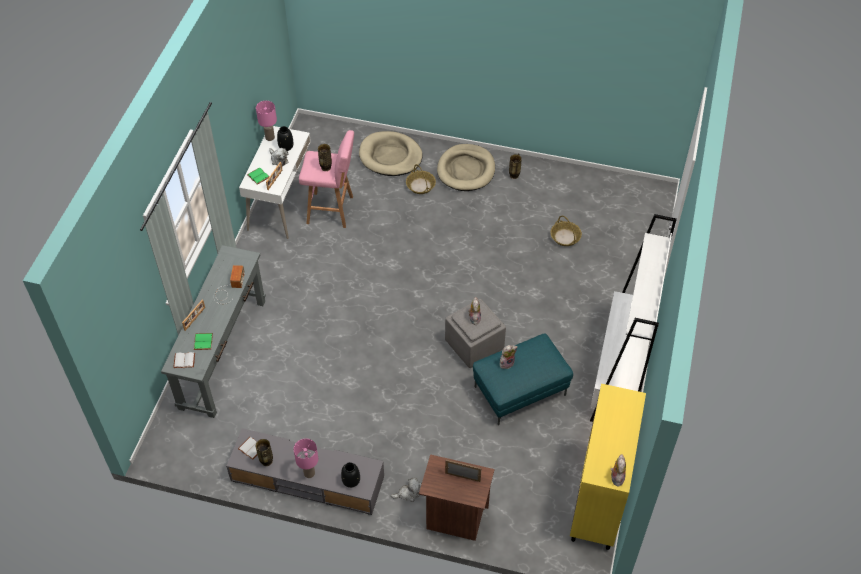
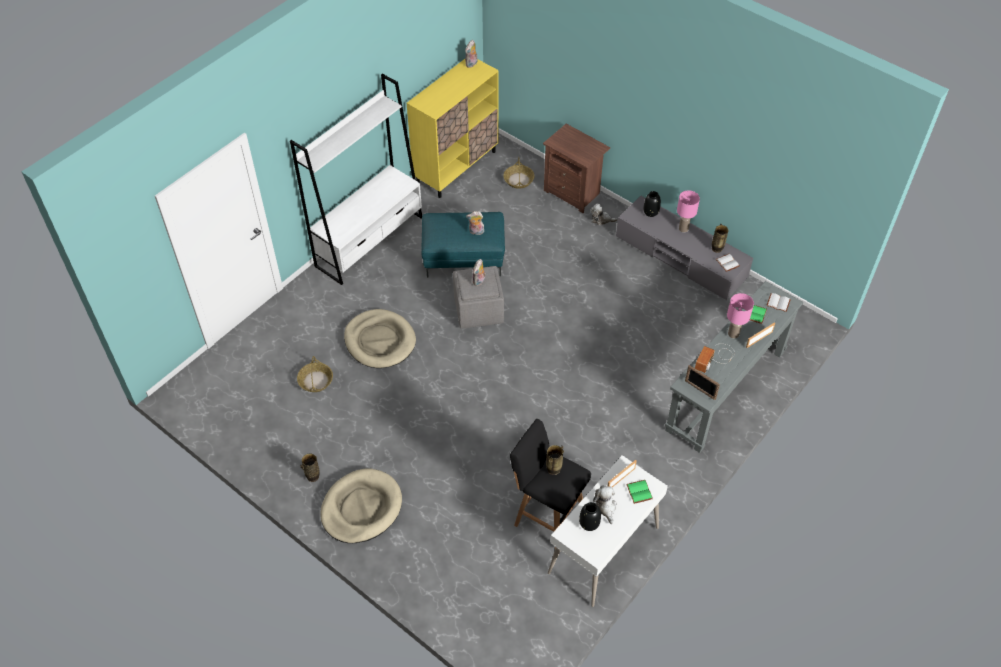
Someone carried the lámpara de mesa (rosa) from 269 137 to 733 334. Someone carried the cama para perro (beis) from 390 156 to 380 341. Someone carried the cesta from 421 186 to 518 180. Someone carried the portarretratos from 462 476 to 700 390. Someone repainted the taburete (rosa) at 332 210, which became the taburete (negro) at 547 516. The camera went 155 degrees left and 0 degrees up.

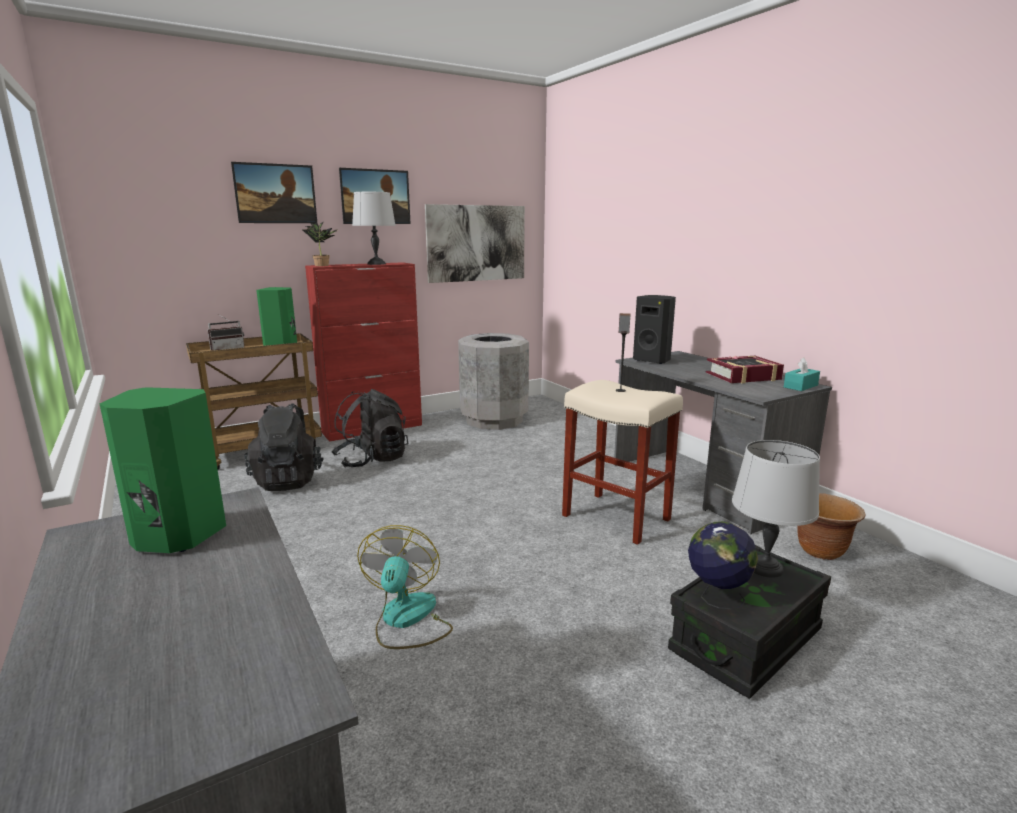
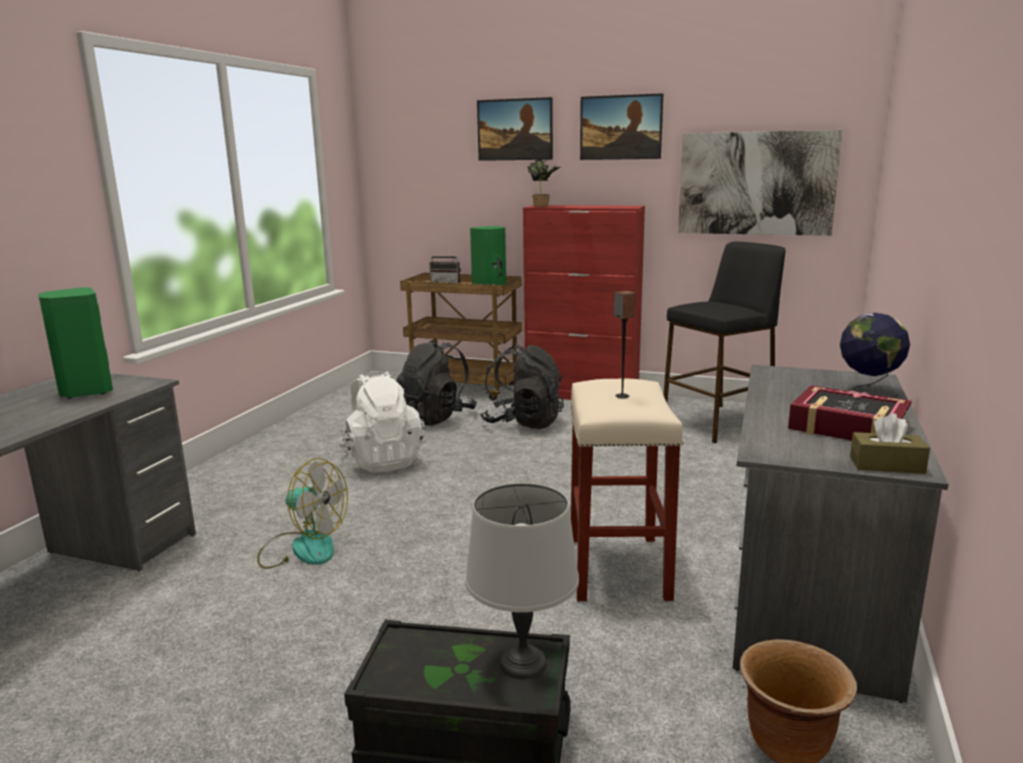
Someone took away the lámpara de mesa (gris) at 376 264. Someone took away the altavoz (negro) at 653 360. Someone put down the mochila (blanco) at 383 461. Someone carried the globo terráqueo from 716 598 to 868 391. Someone swapped the papelera (gris) at 494 420 for the taburete (negro) at 718 423. Someone repainted the caja de pañuelos (turquesa) at 800 386, which became the caja de pañuelos (marrón) at 886 465. Someone rotated the ventilador at 406 620 by 60 degrees clockwise. The camera went 50 degrees right and 0 degrees up.

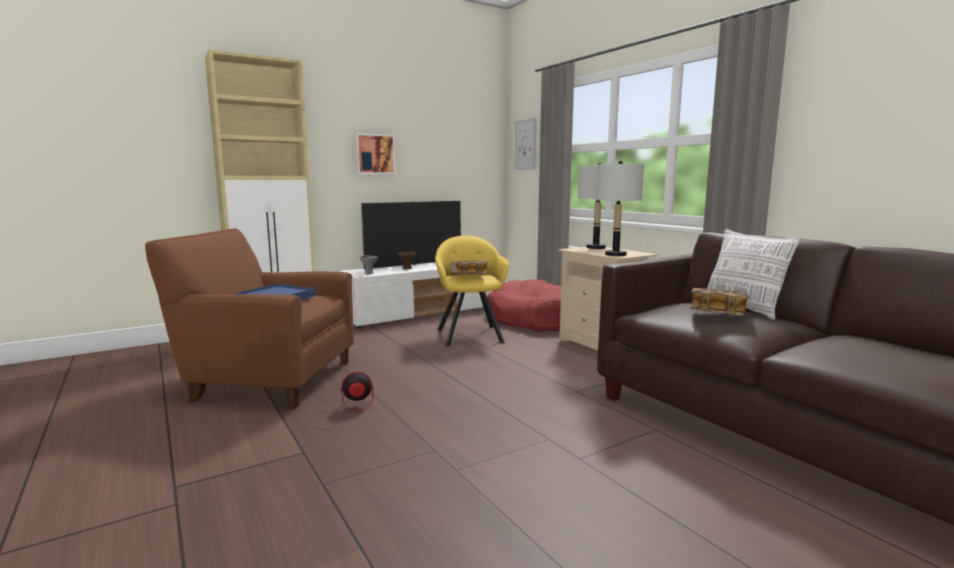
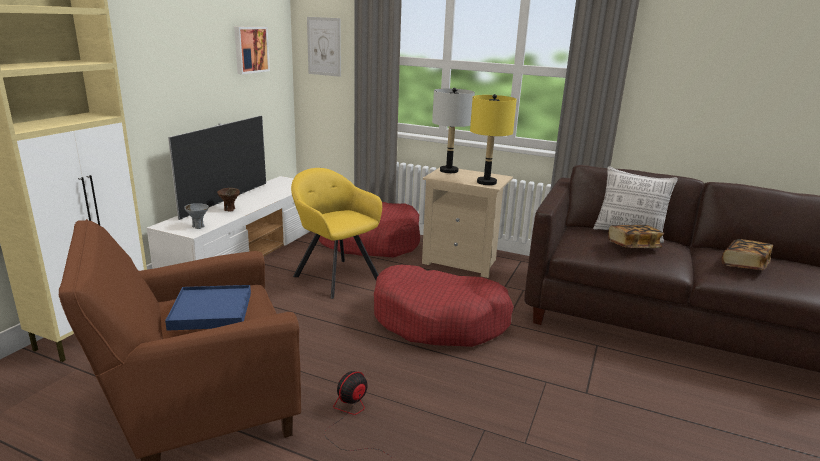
Someone put down the cama para perro (rojo) at 439 320. Someone carried the cuadro from 374 154 to 250 49. Someone carried the libro from 468 276 to 744 265. Someone repainted the lámpara de mesa (gris) at 615 254, which became the lámpara de mesa (amarillo) at 486 182. The camera went 35 degrees left and 10 degrees up.

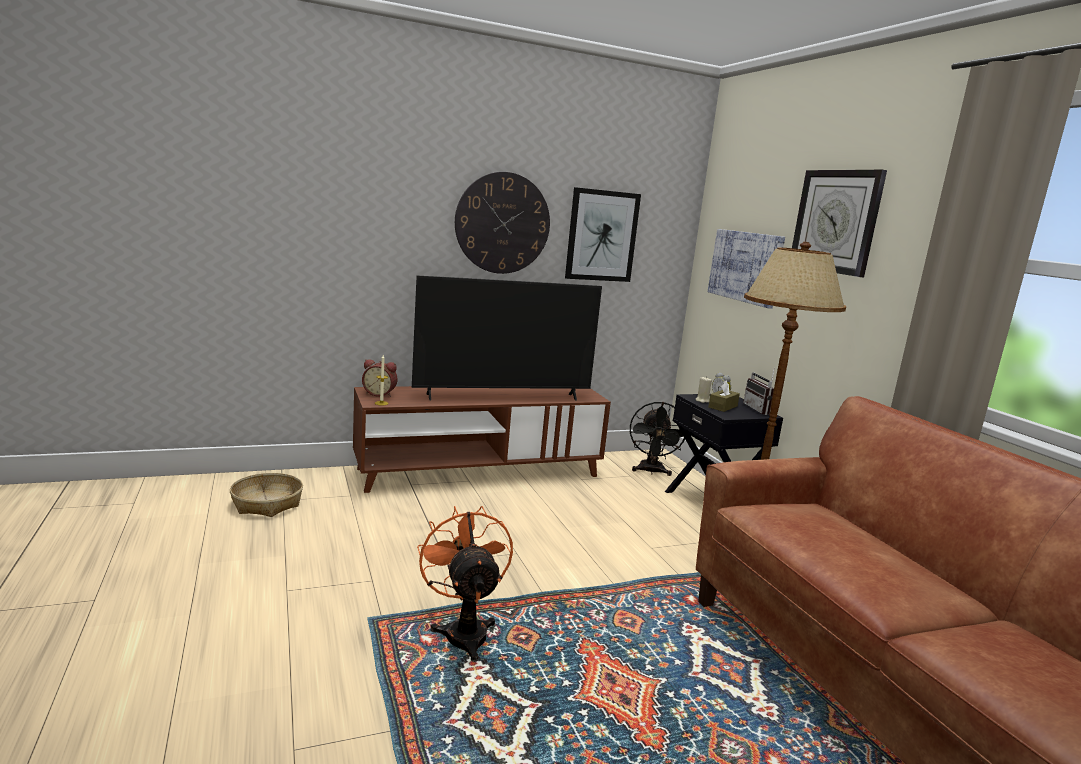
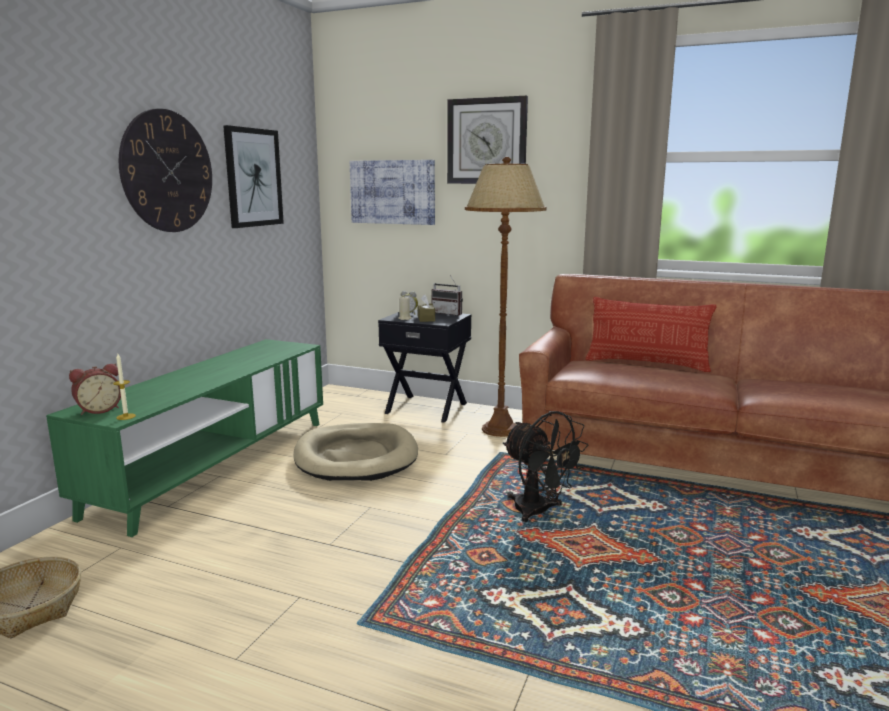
Someone took away the televisor at 503 397. Someone took away the ventilador (naranja) at 464 631. Someone put down the cama para perro (beis) at 356 457. Someone put down the cojín at 646 364. Someone carried the ventilador (negro) from 651 471 to 539 512. Someone repainted the mueble de televisión (marrón) at 479 472, which became the mueble de televisión (verde) at 216 465. The camera went 45 degrees left and 0 degrees up.

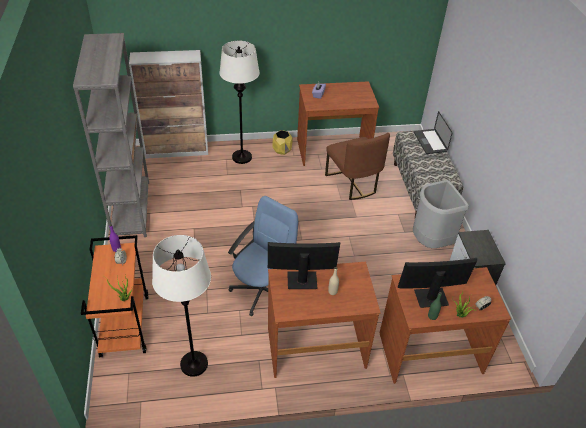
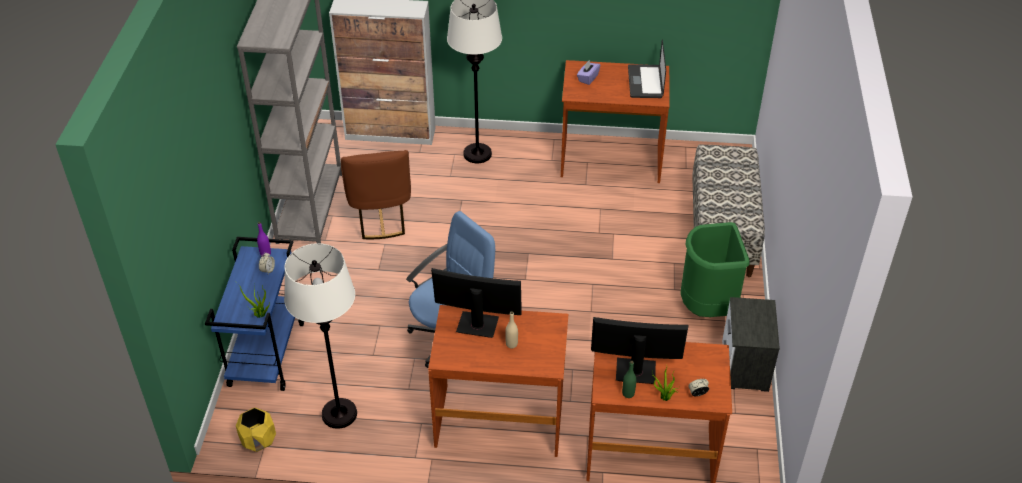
Someone carried the maceta (amarillo) from 282 150 to 259 440. Someone carried the silla (marrón) from 353 183 to 380 216. Someone carried the portátil from 430 142 to 645 82. Someone repainted the carrito (naranja) at 124 325, which became the carrito (azul) at 266 353. Someone repainted the papelera (gris) at 430 241, which became the papelera (verde) at 706 308. The camera went 15 degrees right and 0 degrees up.

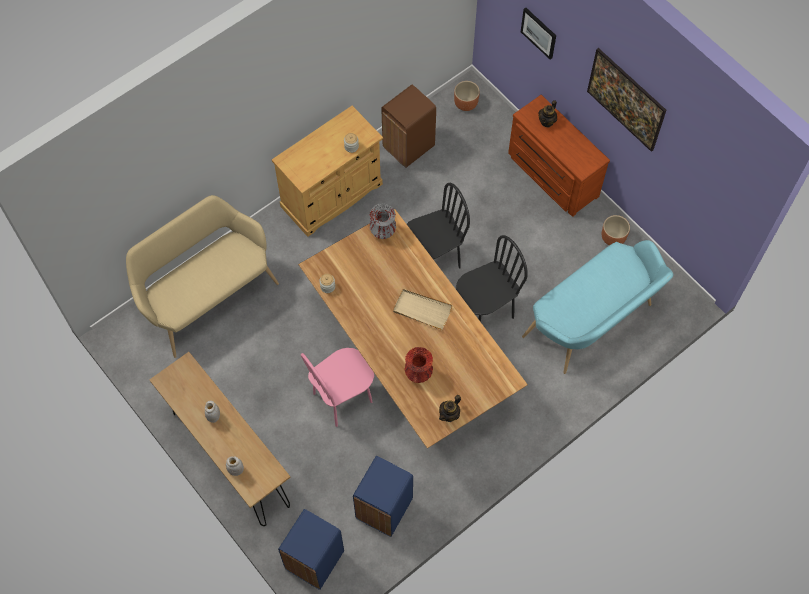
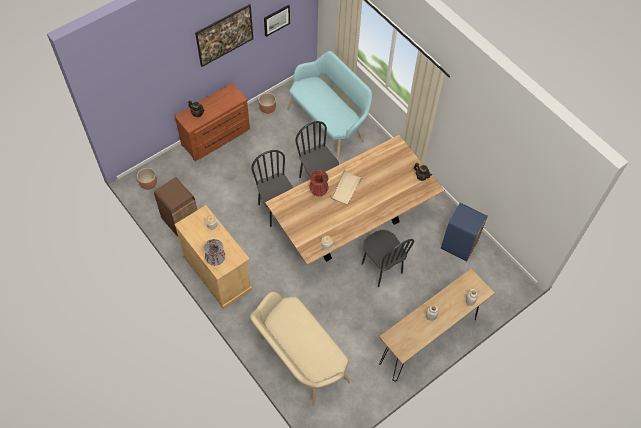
Someone took away the papelera (azul) at 314 560. Someone carried the florero (gris) from 383 231 to 216 259. Someone carried the florero (rojo) from 418 373 to 318 191. Someone carried the cuadro from 539 32 to 276 20. Someone repainted the silla (rosa) at 343 398, which became the silla (negro) at 381 268. The camera went 90 degrees left and 5 degrees down.

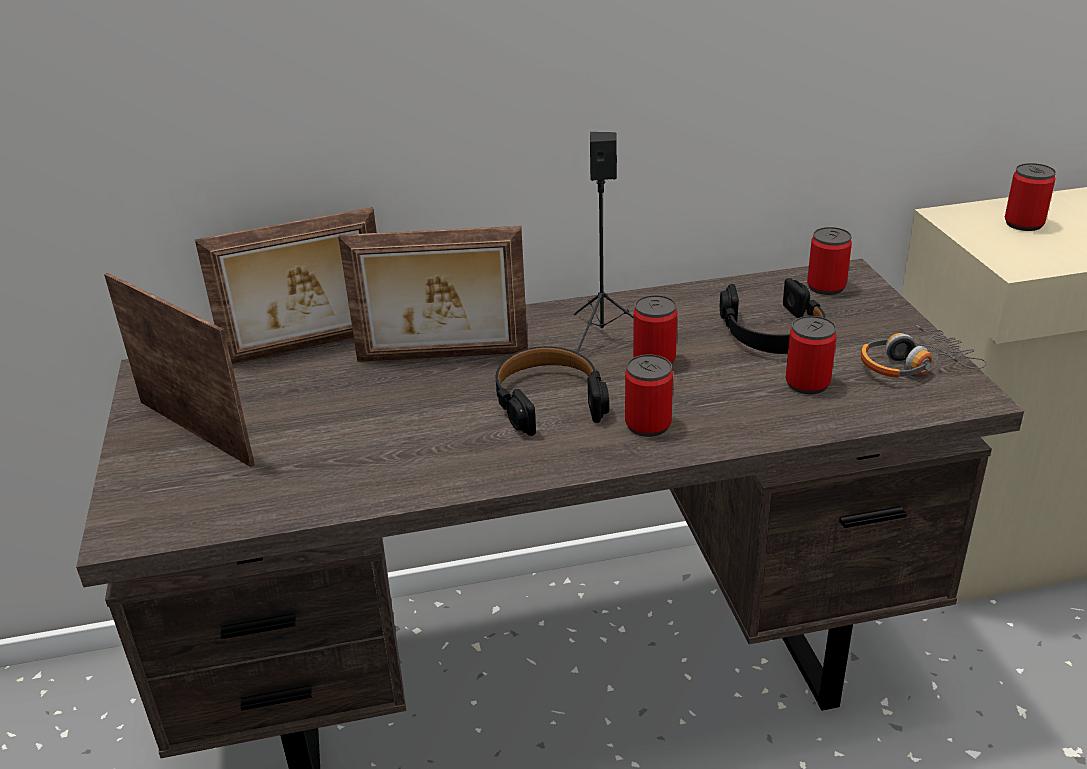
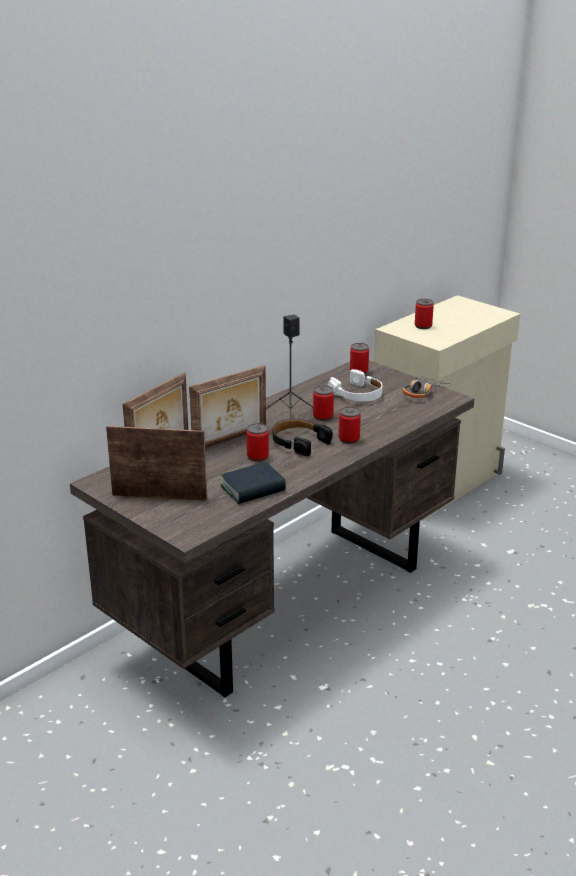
Someone put down the libro at 253 489. Someone carried the lata from 807 383 to 257 457. Someone repainted the auriculares (negro) at 773 332, which became the auriculares (blanco) at 357 394. The camera went 35 degrees left and 5 degrees down.

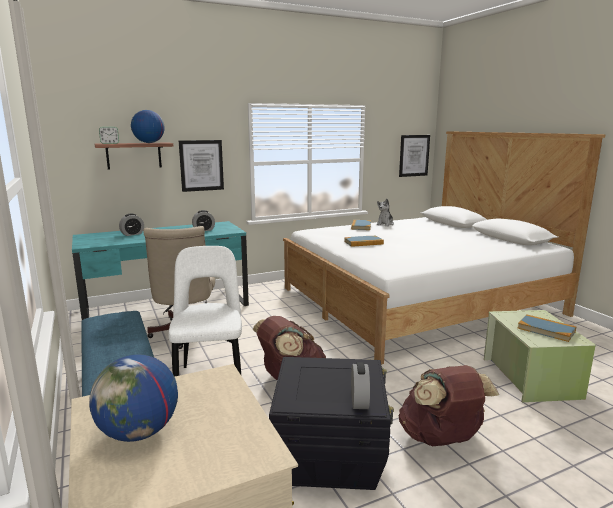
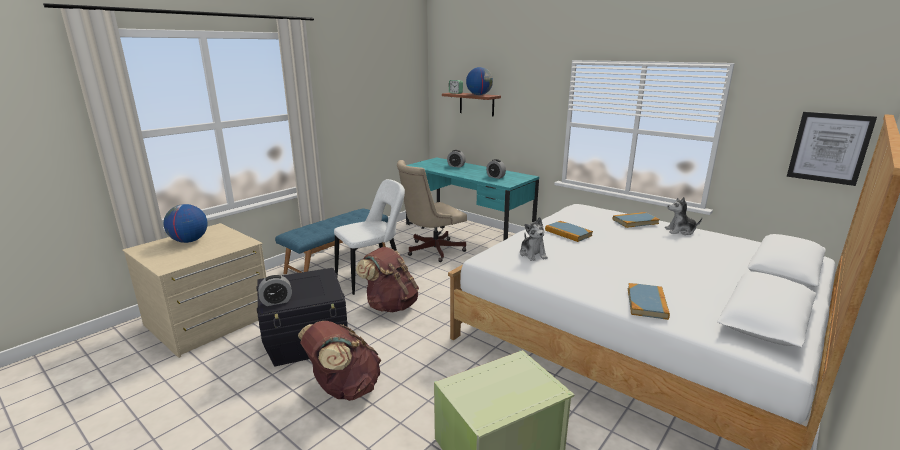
Someone took away the cuadro at 201 165. Someone put down the peluche at 533 254. Someone carried the libro from 546 330 to 647 303. The camera went 65 degrees right and 5 degrees up.

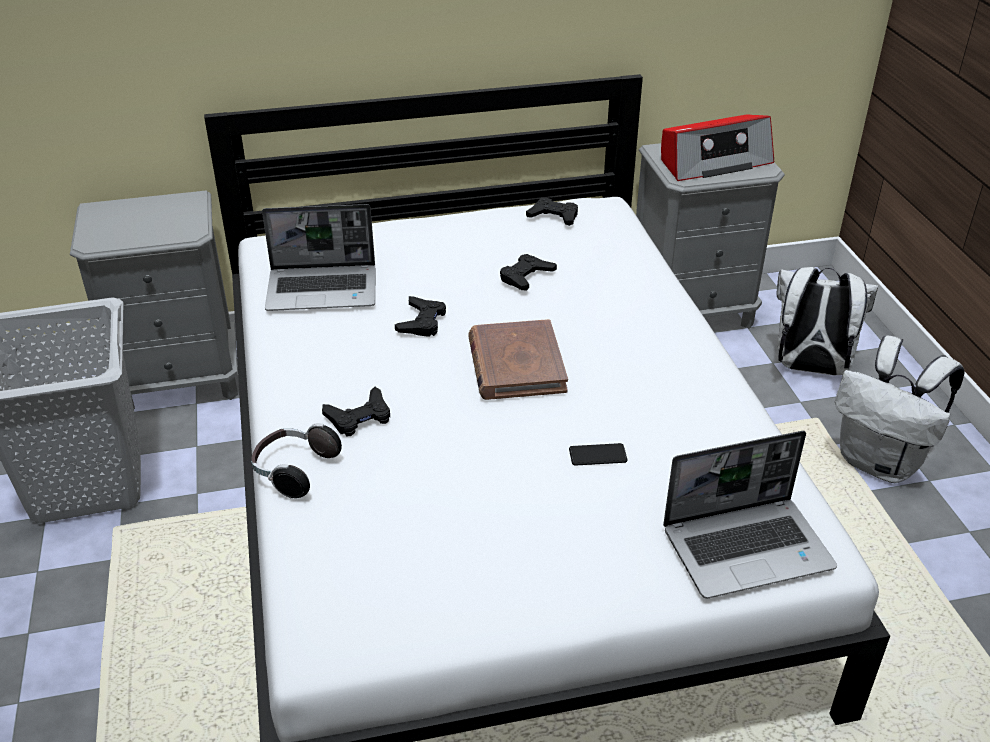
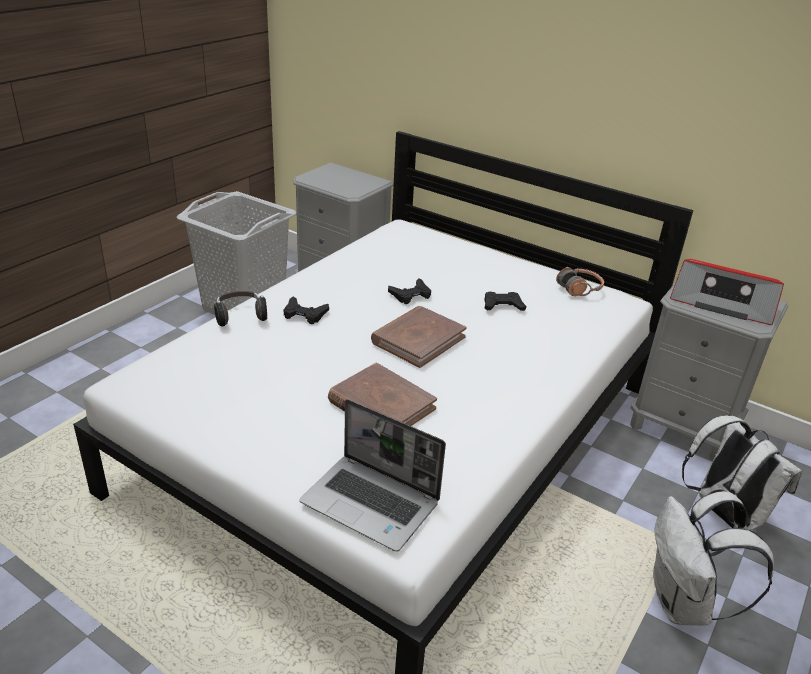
Someone took away the portátil at 323 289. Someone swapped the mando de consola (negro) at 554 216 for the auriculares at 579 288. Someone swapped the móvil at 597 455 for the libro (marrón) at 381 405. The camera went 45 degrees right and 5 degrees down.

